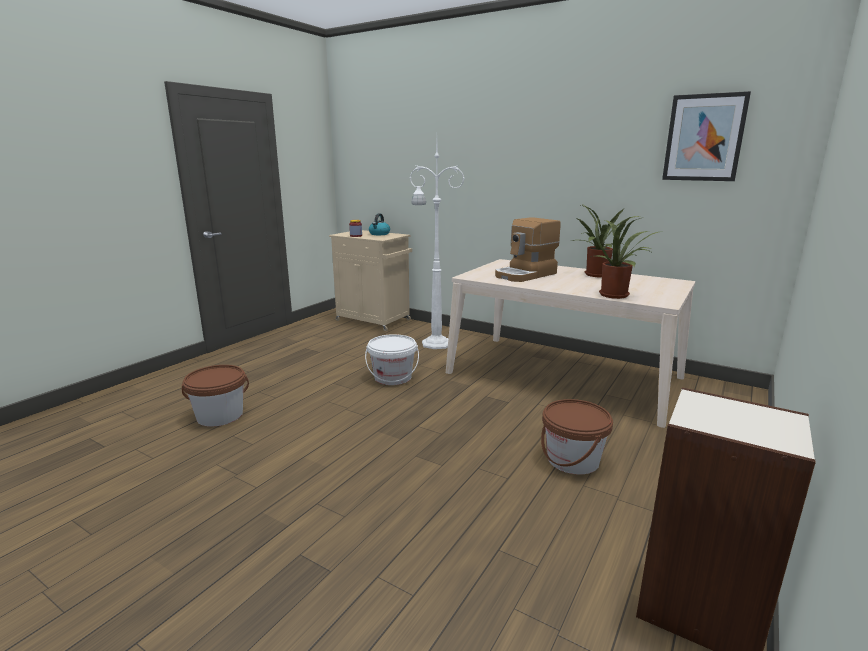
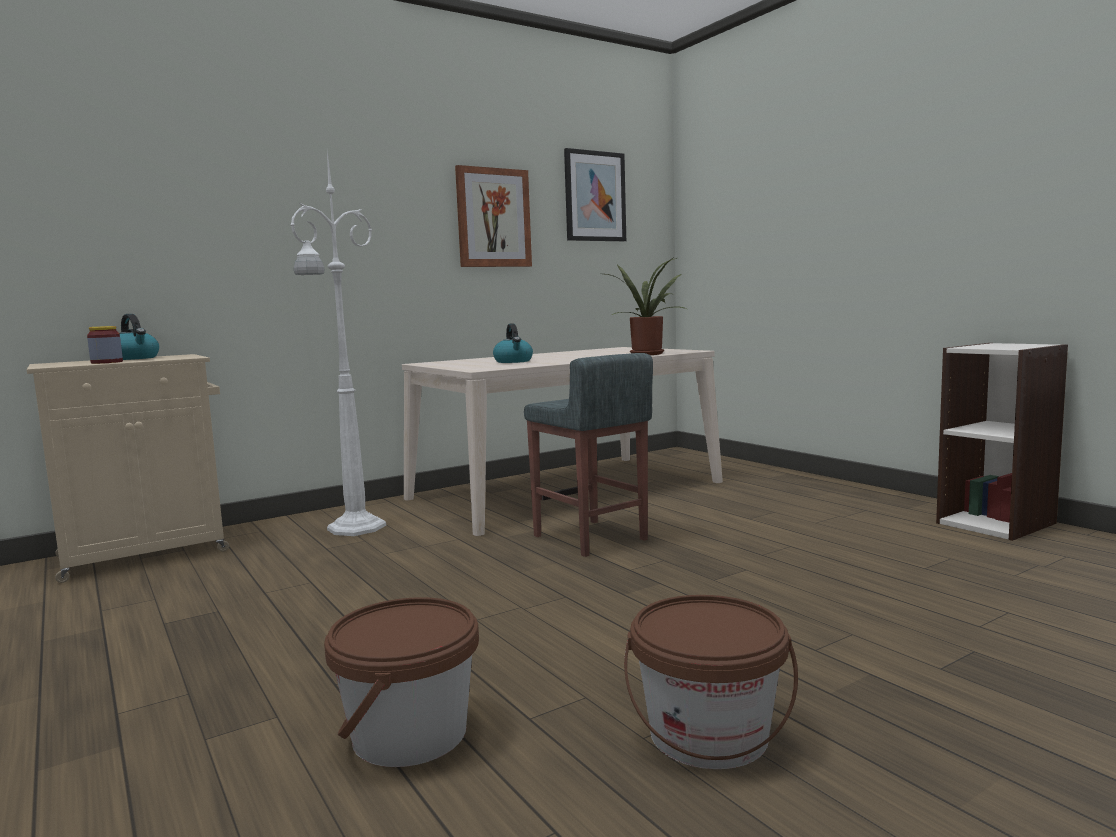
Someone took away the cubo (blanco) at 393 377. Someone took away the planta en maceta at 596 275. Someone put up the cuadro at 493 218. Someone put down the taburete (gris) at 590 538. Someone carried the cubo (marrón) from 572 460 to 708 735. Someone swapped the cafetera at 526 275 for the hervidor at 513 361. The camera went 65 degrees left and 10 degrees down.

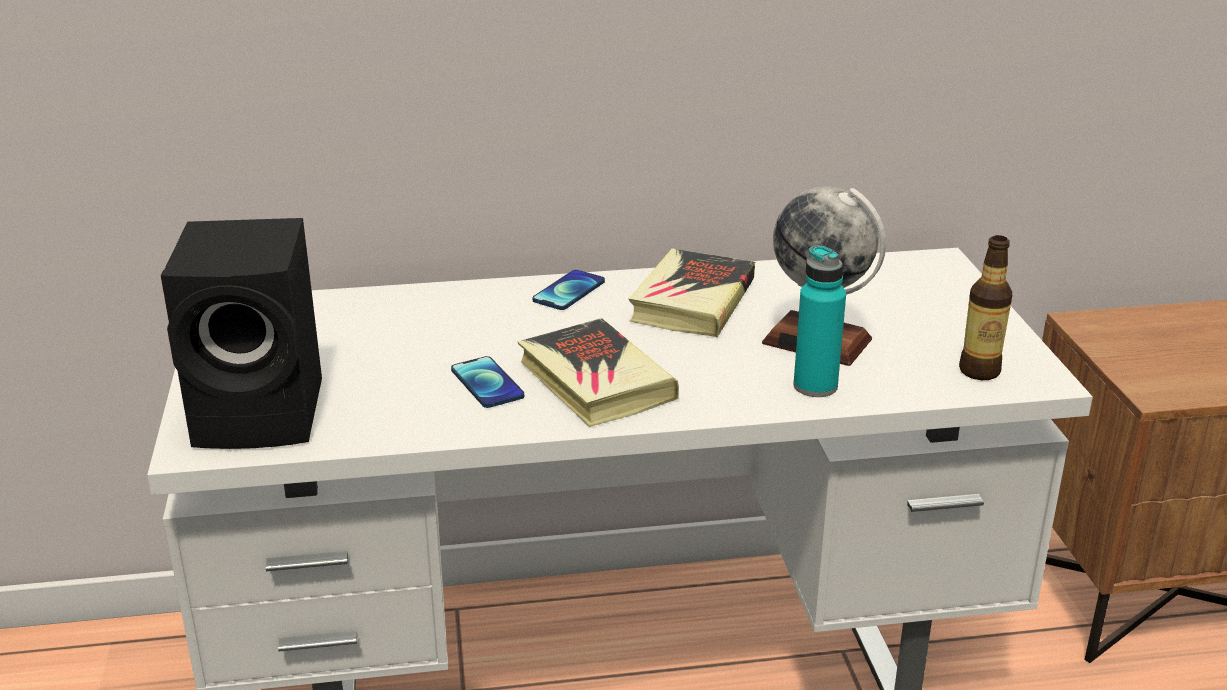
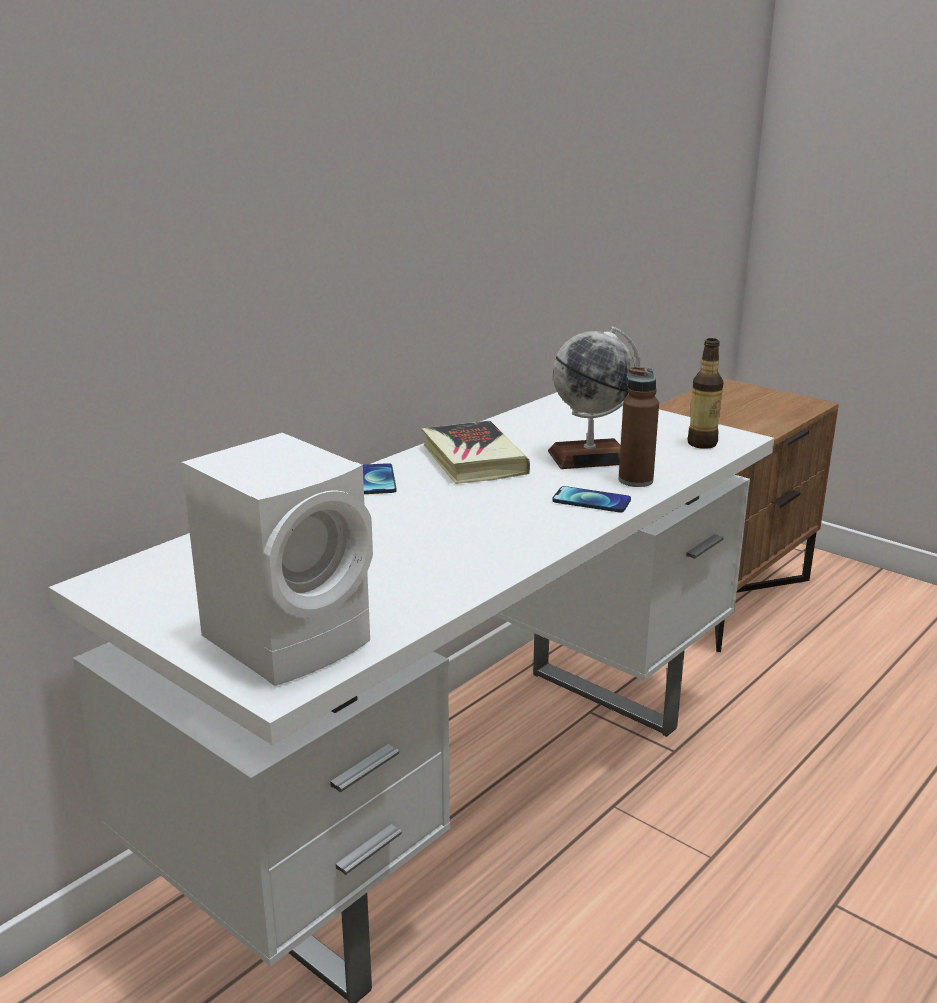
Someone took away the libro at 595 382. Someone carried the móvil from 487 384 to 591 501. Someone repainted the altavoz (negro) at 265 414, which became the altavoz (blanco) at 292 638. Someone repainted the botella (turquesa) at 815 386, which became the botella (marrón) at 635 480. The camera went 40 degrees left and 5 degrees down.

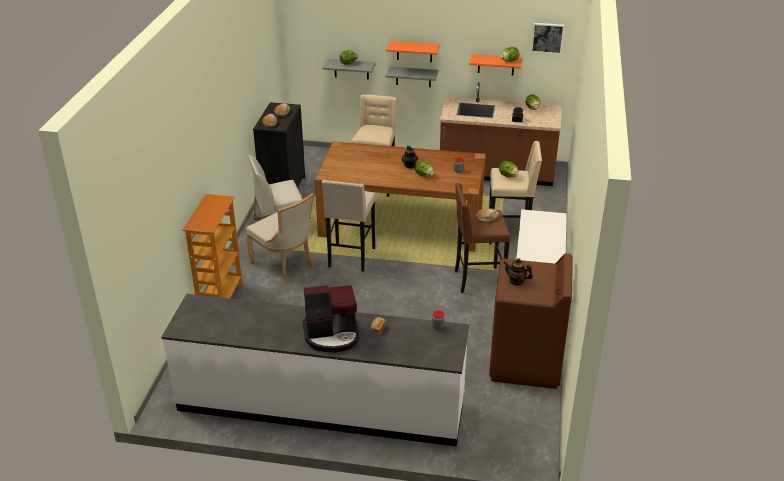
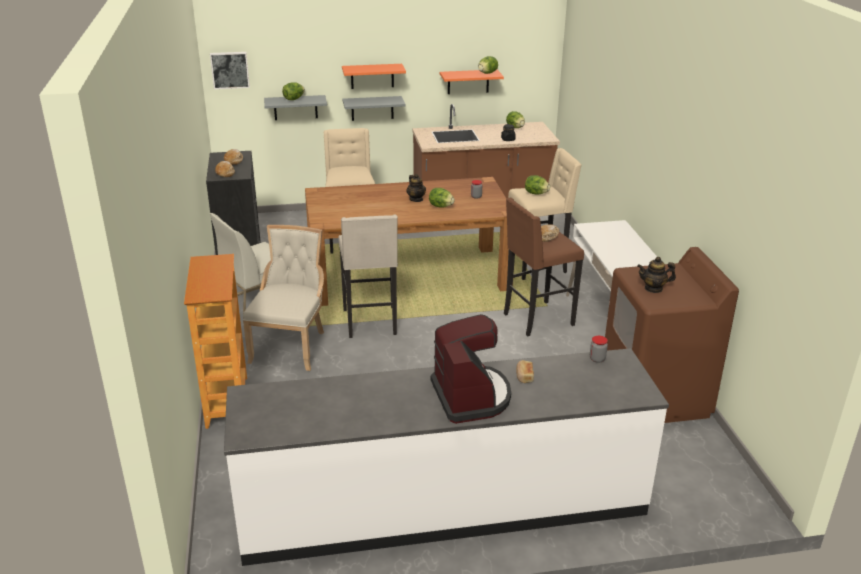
Someone carried the cuadro from 547 37 to 230 70. Someone rotated the silla (beis) at 284 265 by 105 degrees counterclockwise. Someone rotated the cafetera at 332 335 by 75 degrees counterclockwise. The camera went 20 degrees left and 5 degrees down.

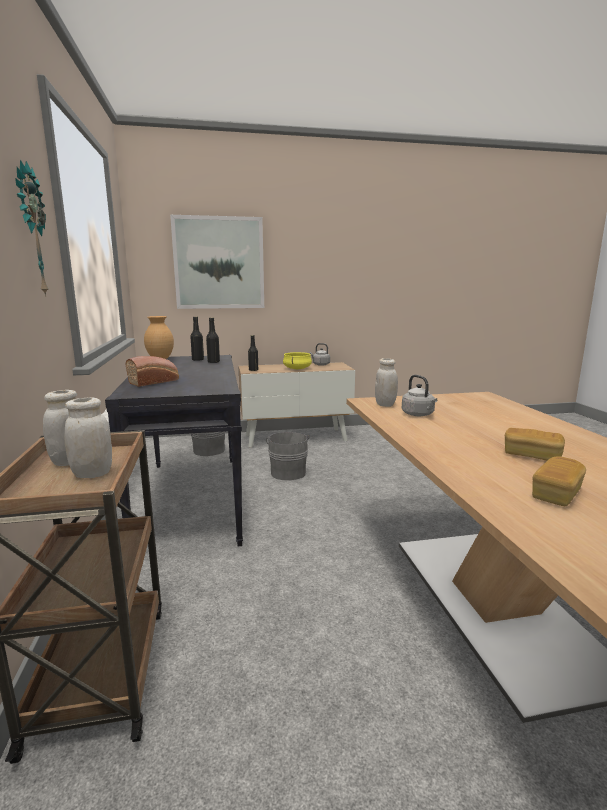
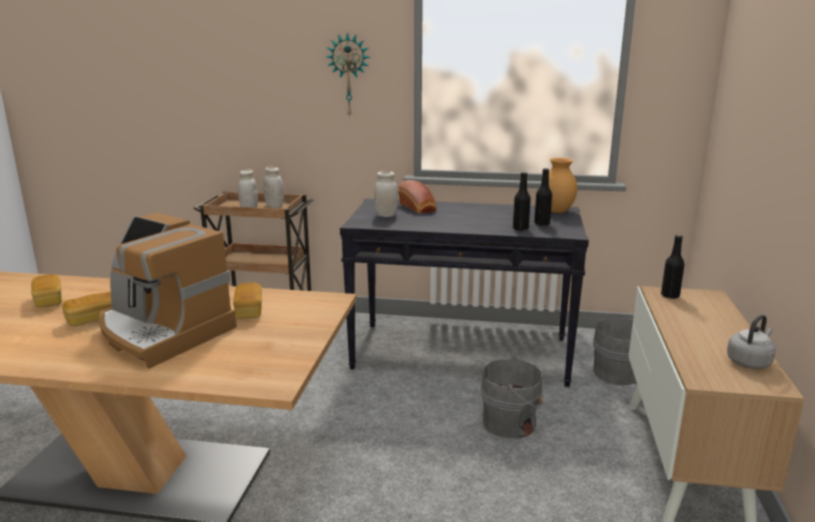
Someone took away the cuadro at 219 263. Someone took away the olla (amarillo) at 297 368. Someone put down the cafetera at 162 332. Someone carried the tarro (blanco) from 385 404 to 386 215. Someone swapped the hervidor (gris) at 418 414 for the pan at 249 311. The camera went 110 degrees right and 5 degrees up.

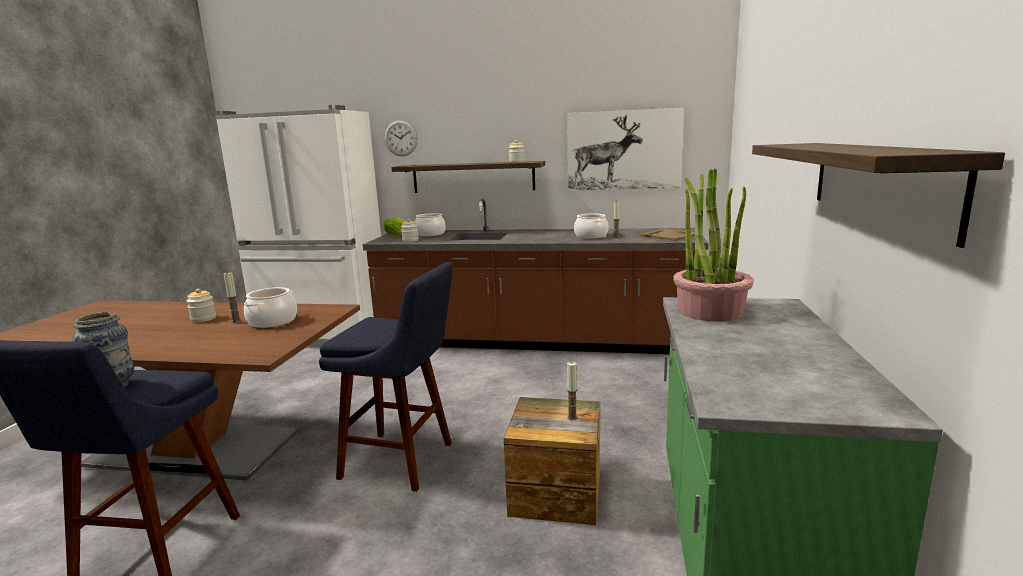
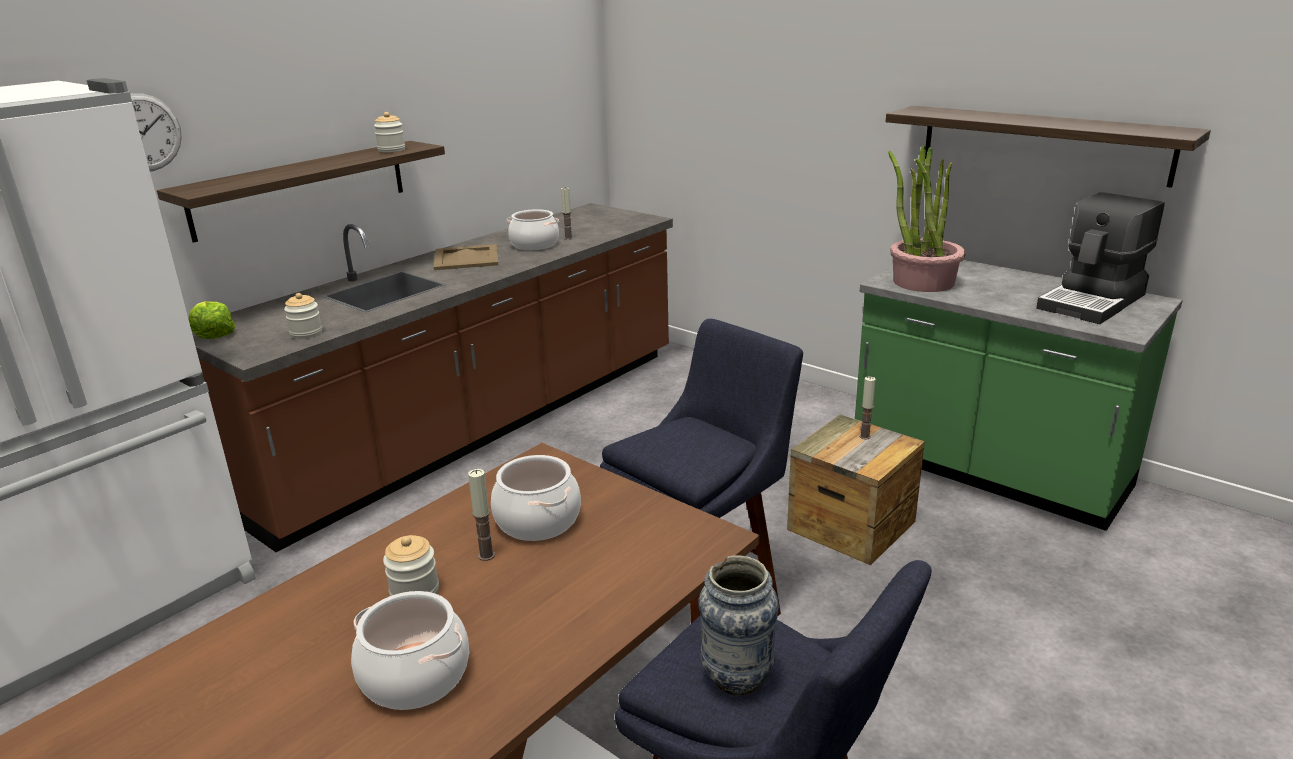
Someone took away the cuadro at 623 150. Someone put down the cafetera at 1093 302. Someone carried the olla from 430 234 to 414 676. Someone carried the bandeja (beis) from 668 235 to 466 258. The camera went 60 degrees left and 10 degrees up.

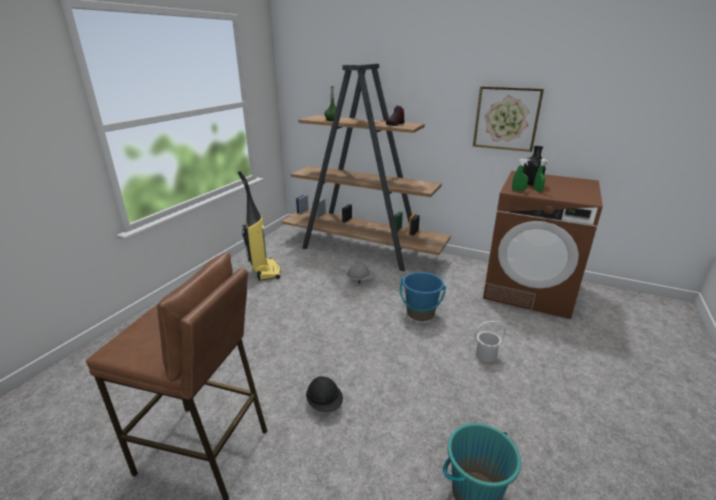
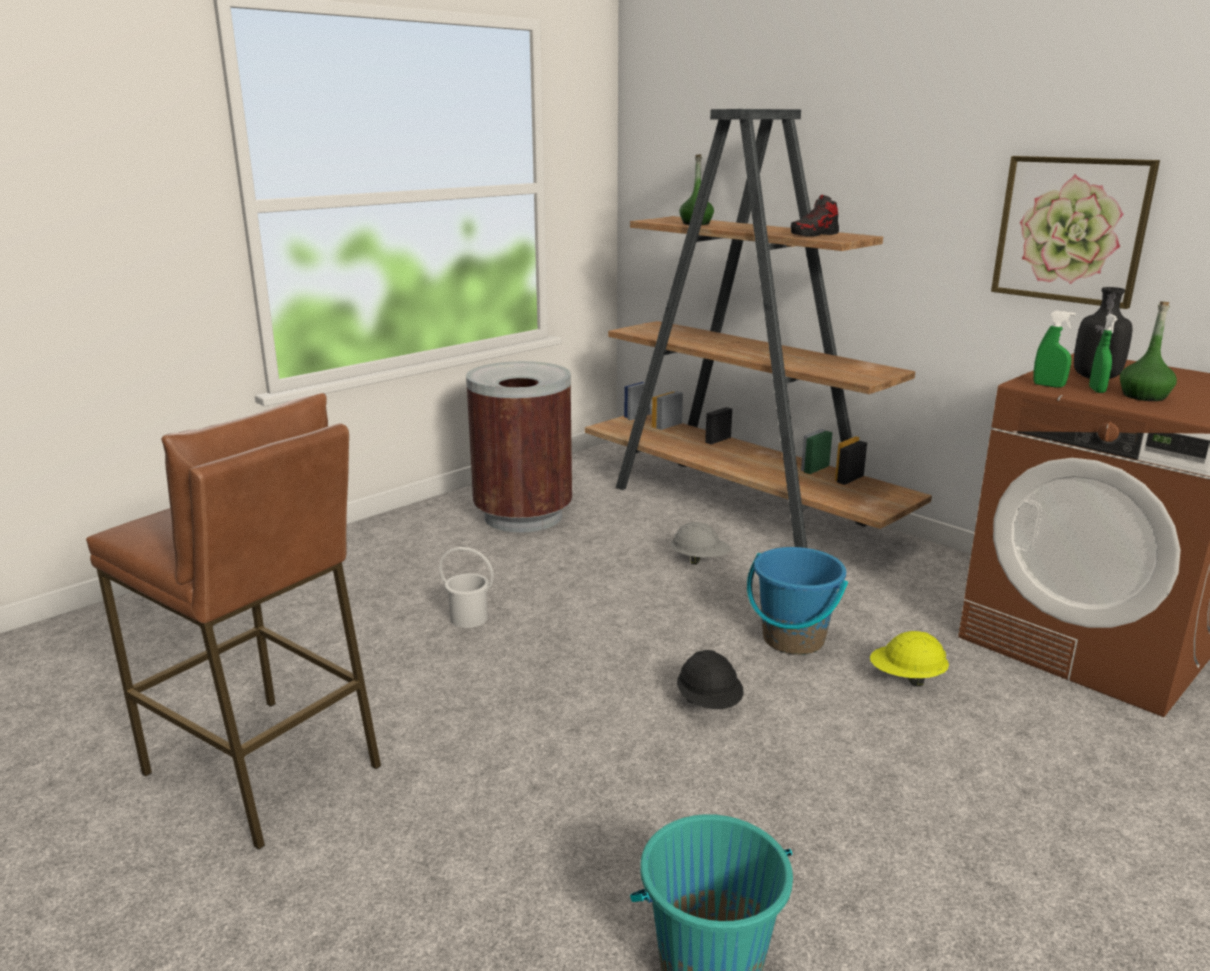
Someone put down the casco (amarillo) at 906 678. Someone put down the botella (verde) at 1143 396. Someone carried the casco (negro) from 325 404 to 709 703. Someone carried the cubo (blanco) from 485 355 to 469 618. Someone swapped the aspiradora at 265 271 for the papelera (marrón) at 523 516. The camera went 20 degrees right and 5 degrees down.

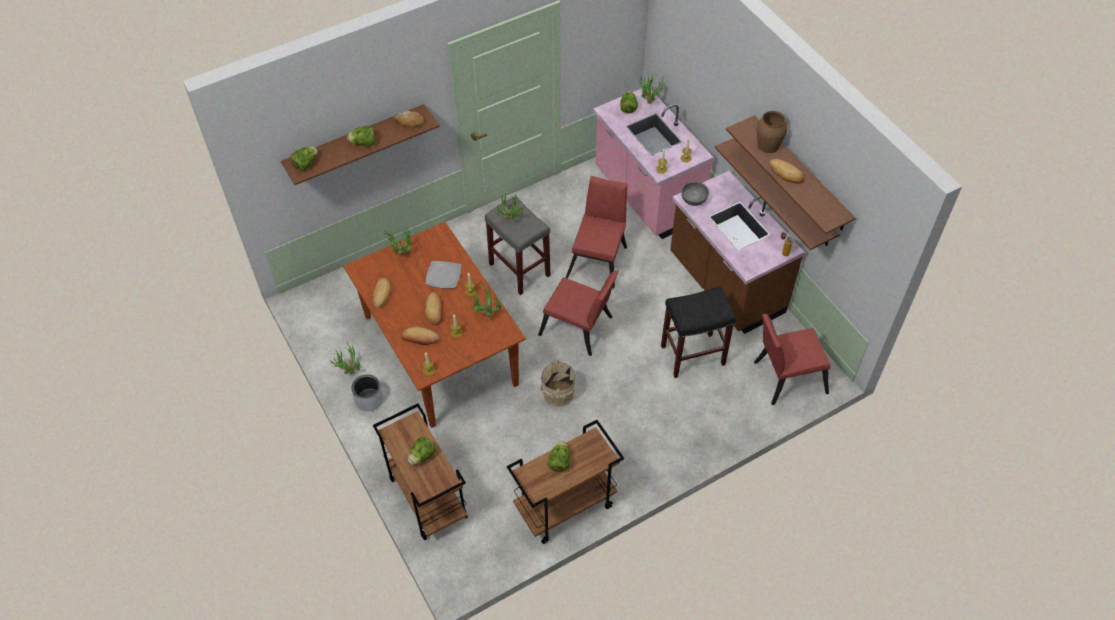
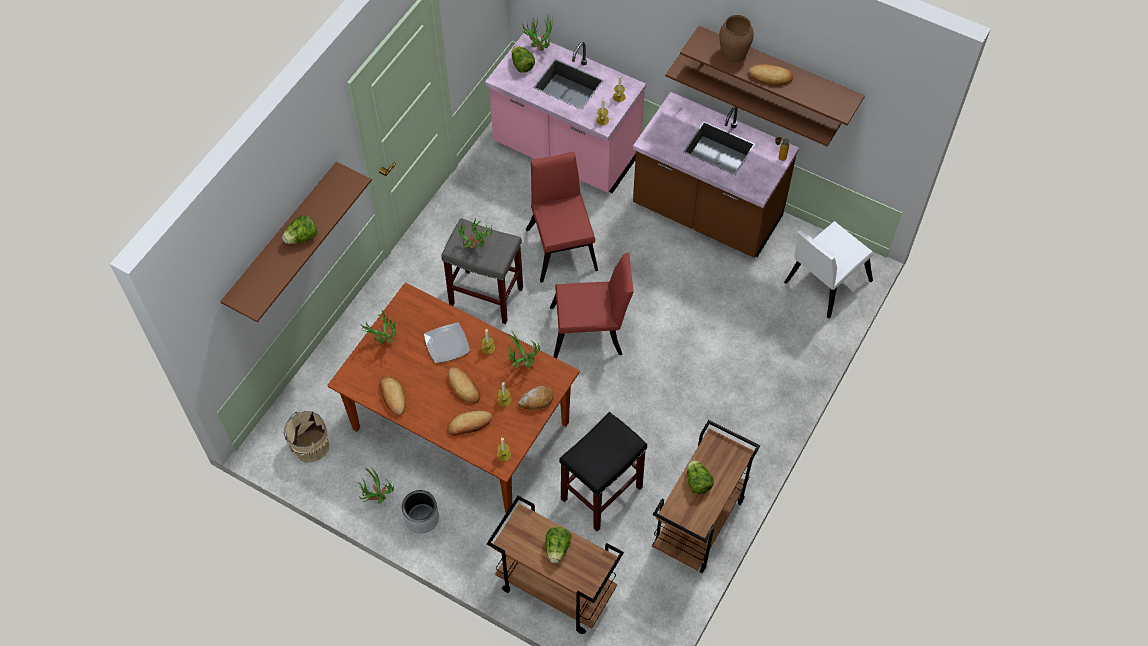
Someone took away the lechuga at 306 164. Someone took away the cuenco (gris) at 694 199. Someone carried the pan from 409 122 to 536 401. Someone carried the cubo (beis) from 557 393 to 309 446. Someone carried the taburete (negro) from 692 356 to 601 494. Someone repainted the silla (rojo) at 785 377, which became the silla (blanco) at 823 284. The camera went 30 degrees left and 5 degrees up.

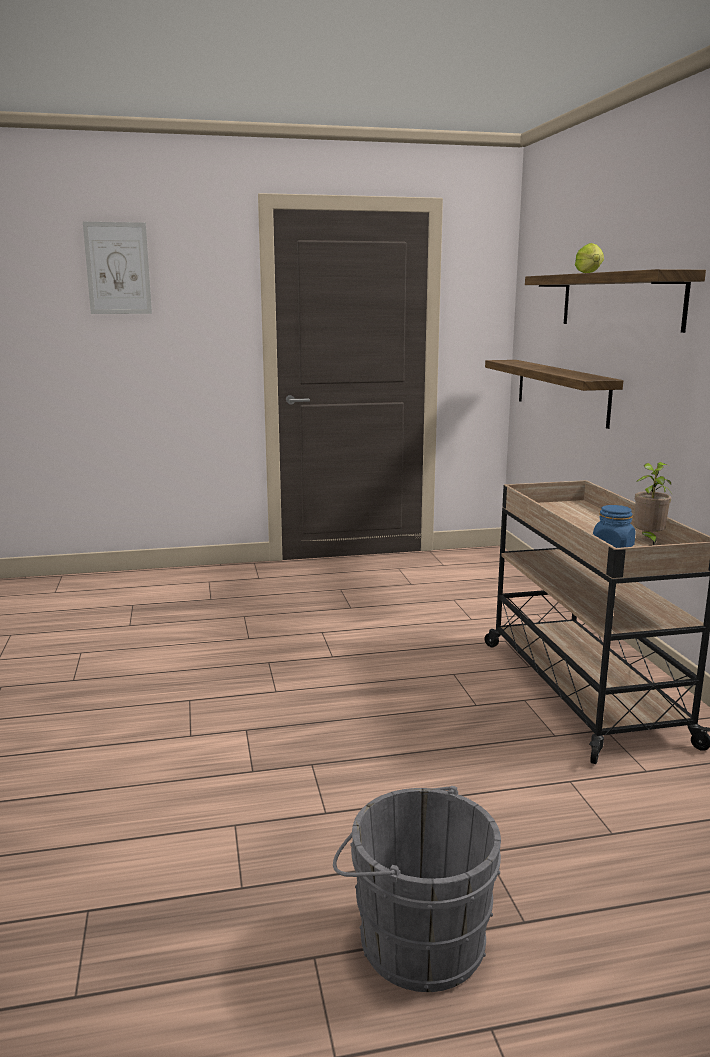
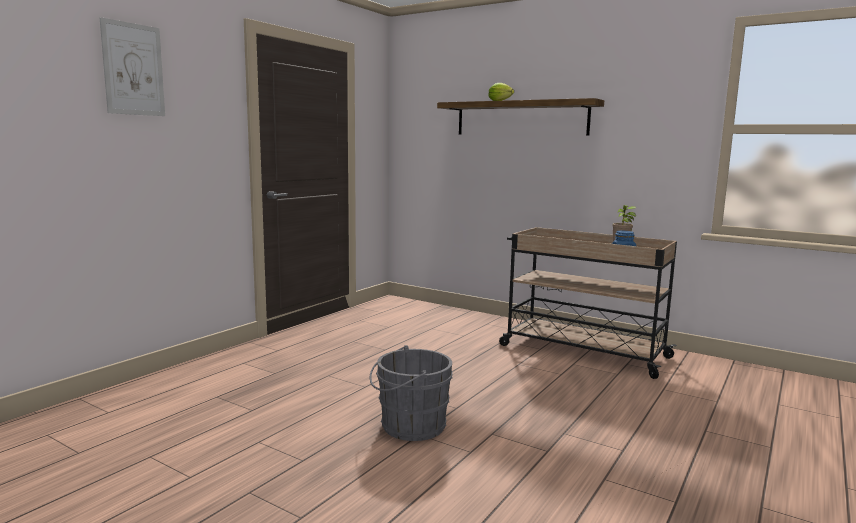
Someone took away the estante at 561 391. Someone carried the cubo (gris) from 414 940 to 409 426. The camera went 45 degrees left and 5 degrees down.

